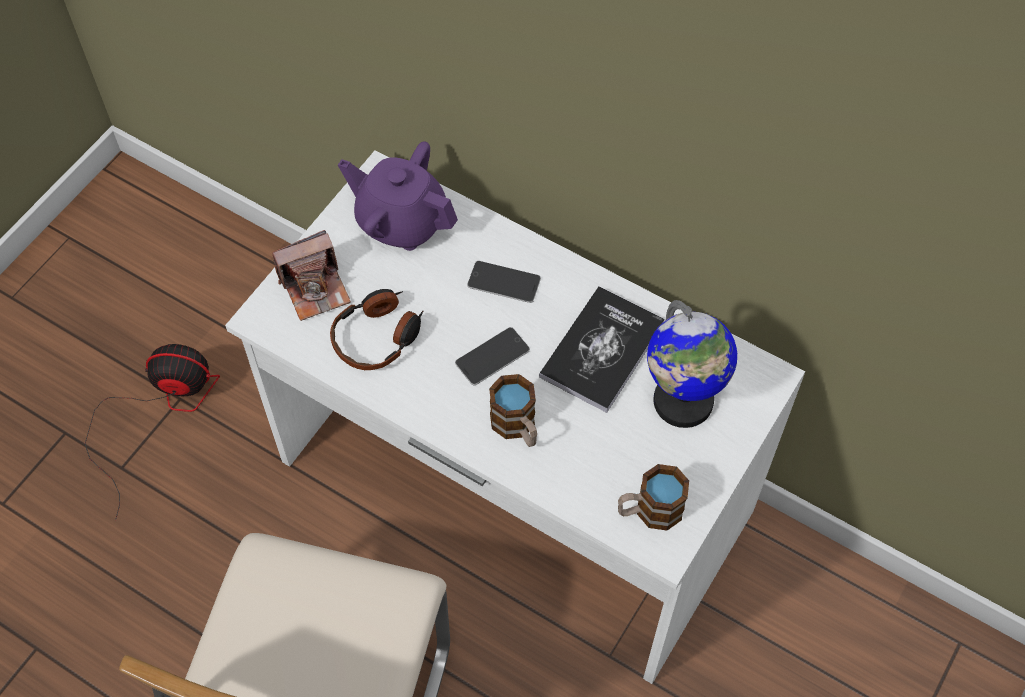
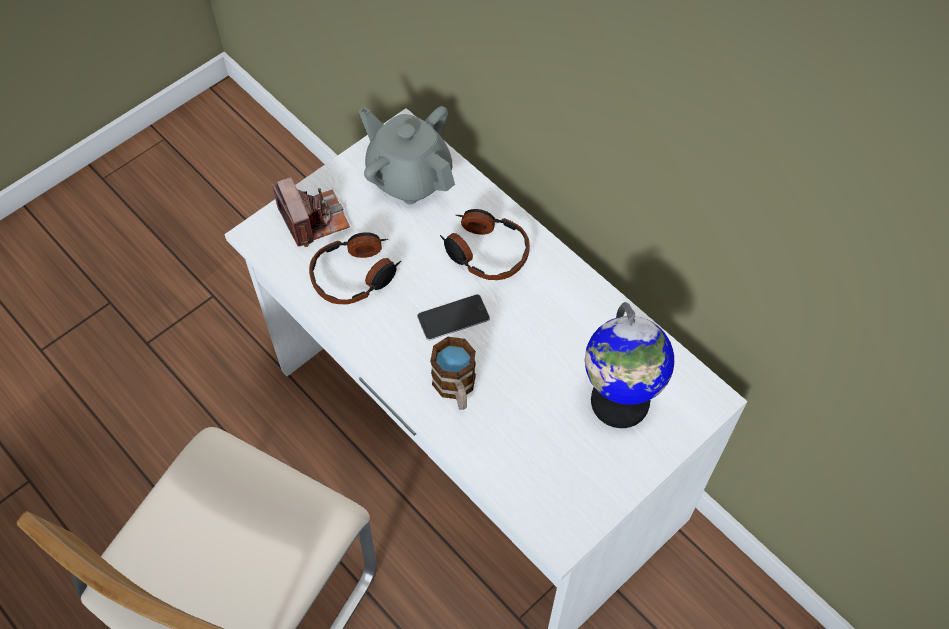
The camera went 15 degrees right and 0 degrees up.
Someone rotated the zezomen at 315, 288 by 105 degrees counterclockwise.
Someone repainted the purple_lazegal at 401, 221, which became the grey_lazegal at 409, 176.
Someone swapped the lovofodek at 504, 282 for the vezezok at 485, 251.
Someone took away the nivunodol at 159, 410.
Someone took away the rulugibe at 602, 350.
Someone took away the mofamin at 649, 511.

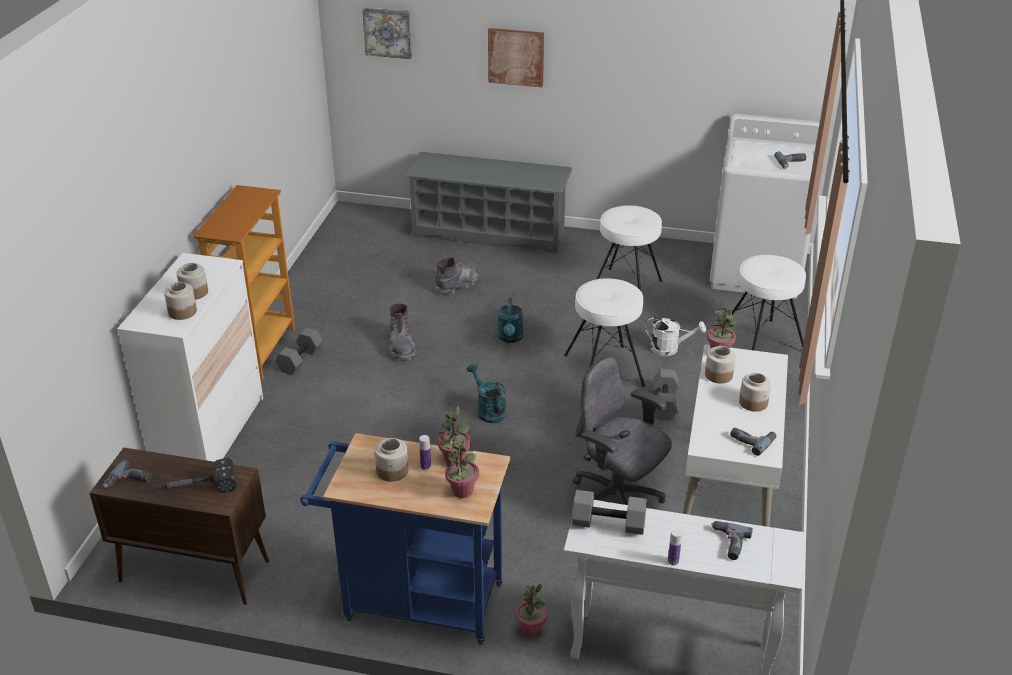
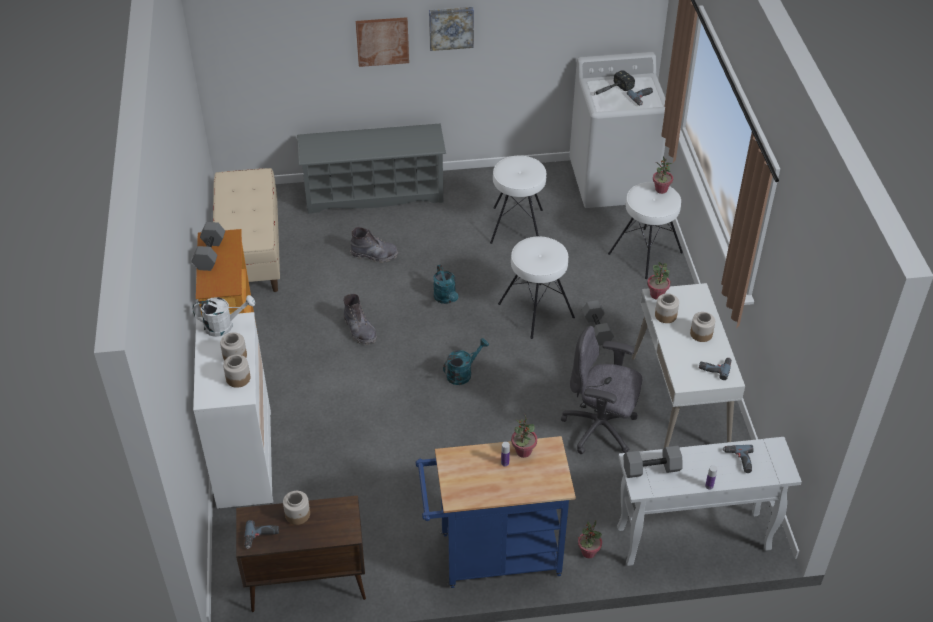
The camera went 20 degrees left and 10 degrees up.
Someone carried the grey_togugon from 300, 359 to 209, 253.
Someone carried the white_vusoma from 670, 349 to 224, 326.
Someone put down the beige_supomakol at 250, 253.
Someone carried the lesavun from 392, 471 to 298, 514.
Someone rotated the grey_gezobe at 457, 284 by 75 degrees clockwise.
Someone carried the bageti from 388, 32 to 451, 27.
Someone rotated the turquoise_vusoma at 488, 410 by 105 degrees clockwise.
Someone carried the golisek from 199, 487 to 611, 91.
Someone carried the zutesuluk from 462, 491 to 661, 189.

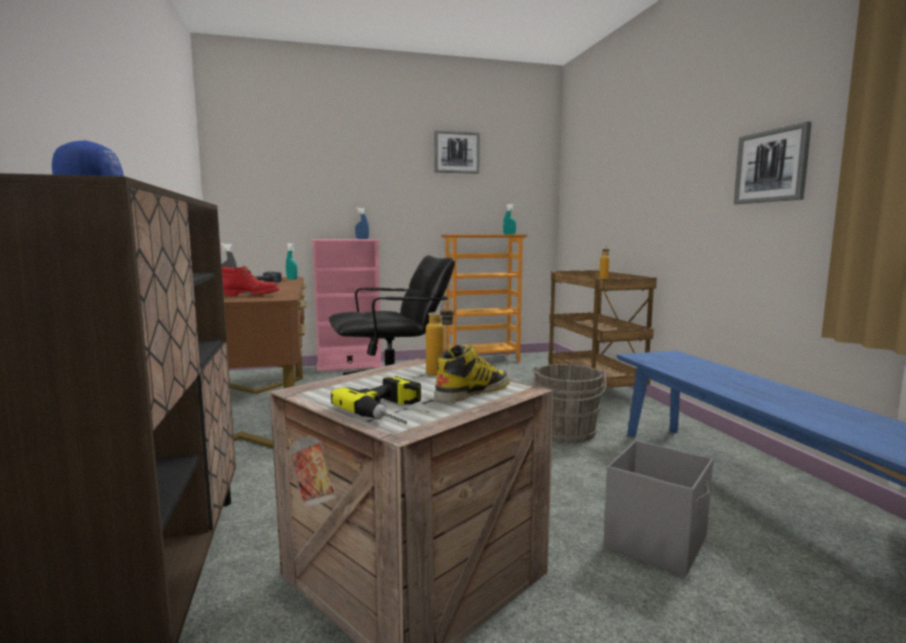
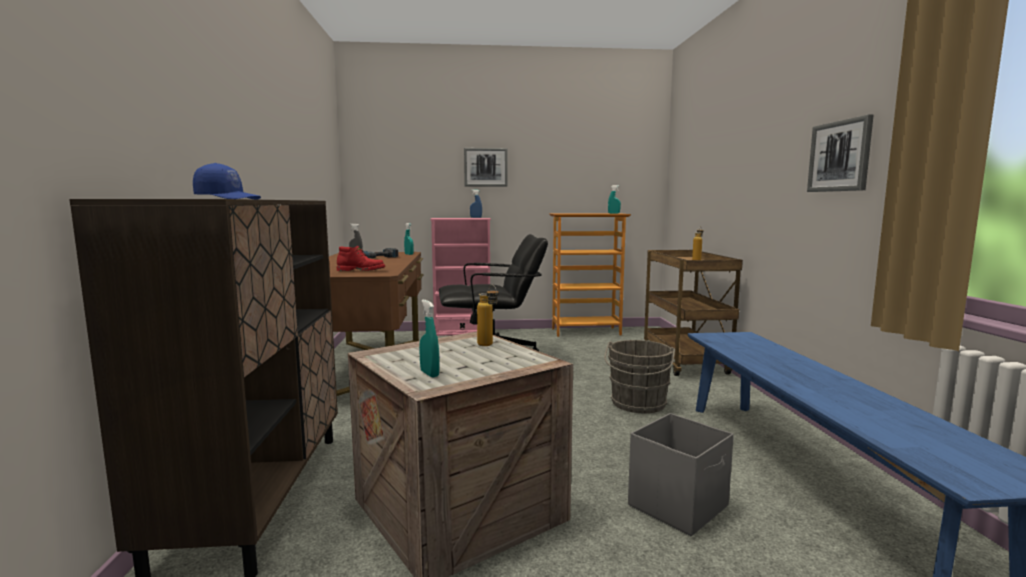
The camera went 10 degrees right and 0 degrees up.
Someone swapped the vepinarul at 393, 411 for the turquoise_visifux at 429, 374.
Someone carried the bageti from 456, 152 to 485, 167.
Someone took away the gezobe at 473, 392.

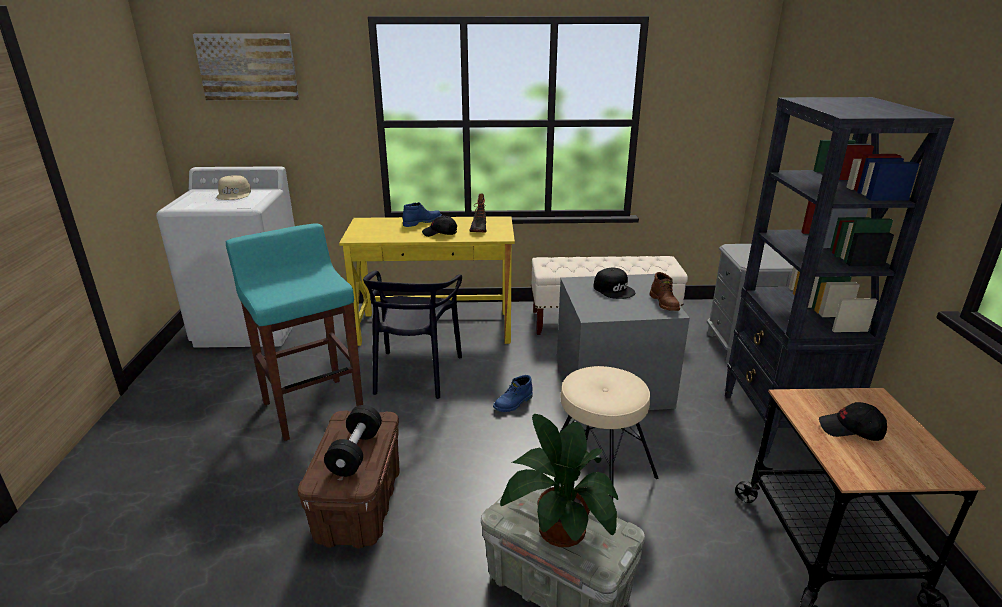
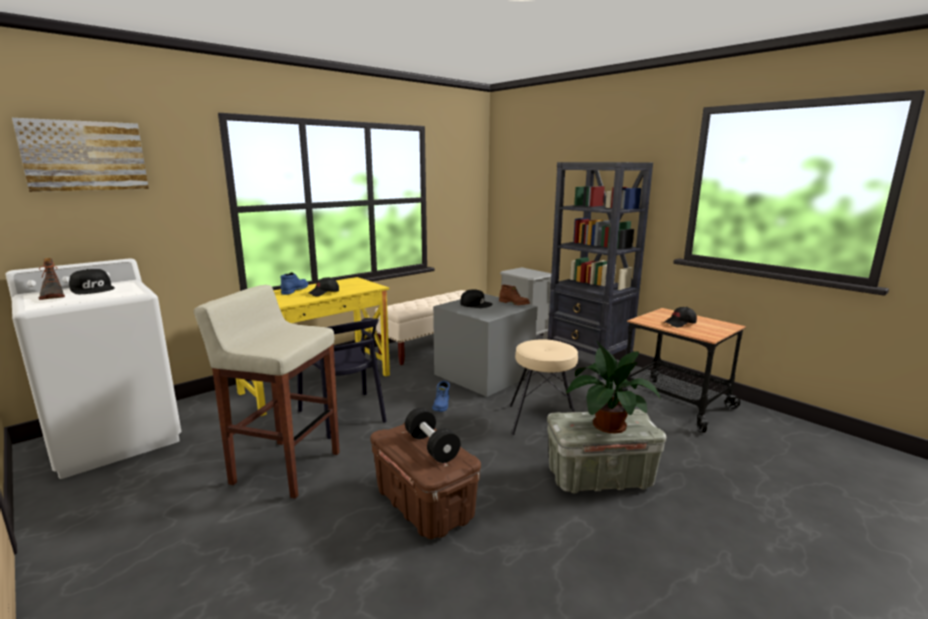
The camera went 40 degrees left and 10 degrees down.
Someone carried the gezobe from 478, 228 to 52, 296.
Someone repainted the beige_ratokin at 234, 194, which became the black_ratokin at 93, 289.
Someone repainted the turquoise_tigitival at 312, 407, which became the beige_tigitival at 285, 467.

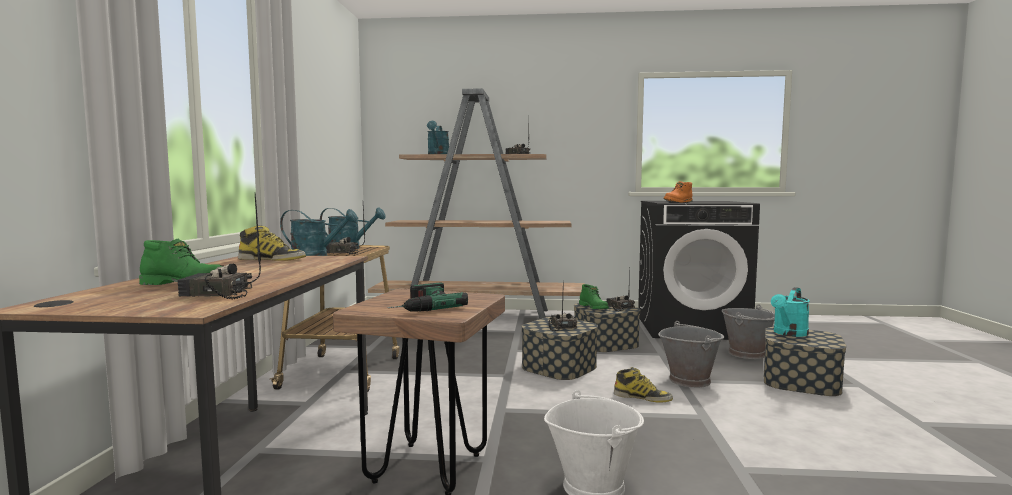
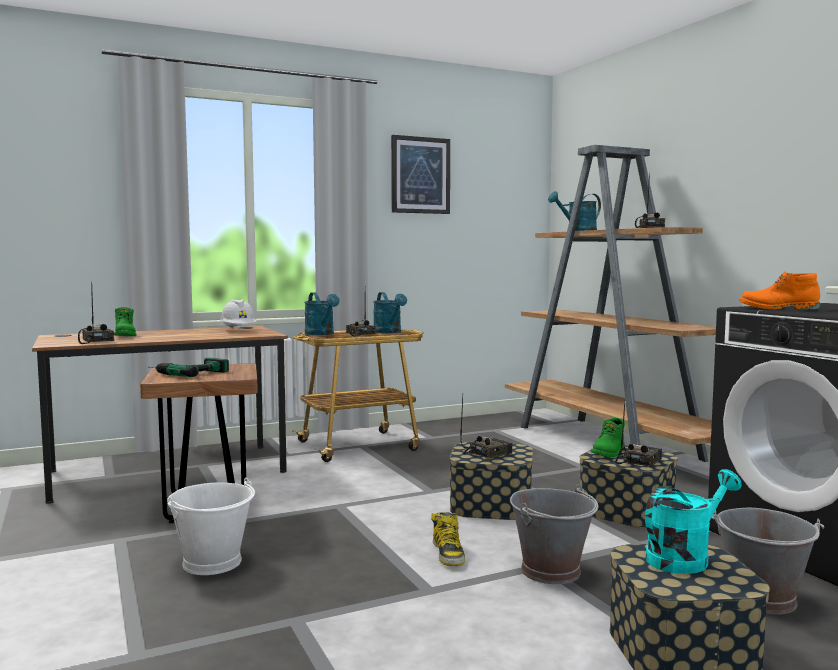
The camera went 60 degrees right and 0 degrees up.
Someone swapped the gezobe at 272, 259 for the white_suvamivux at 238, 330.
Someone put up the bageti at 420, 175.
Someone rotated the turquoise_vusoma at 788, 333 by 135 degrees clockwise.

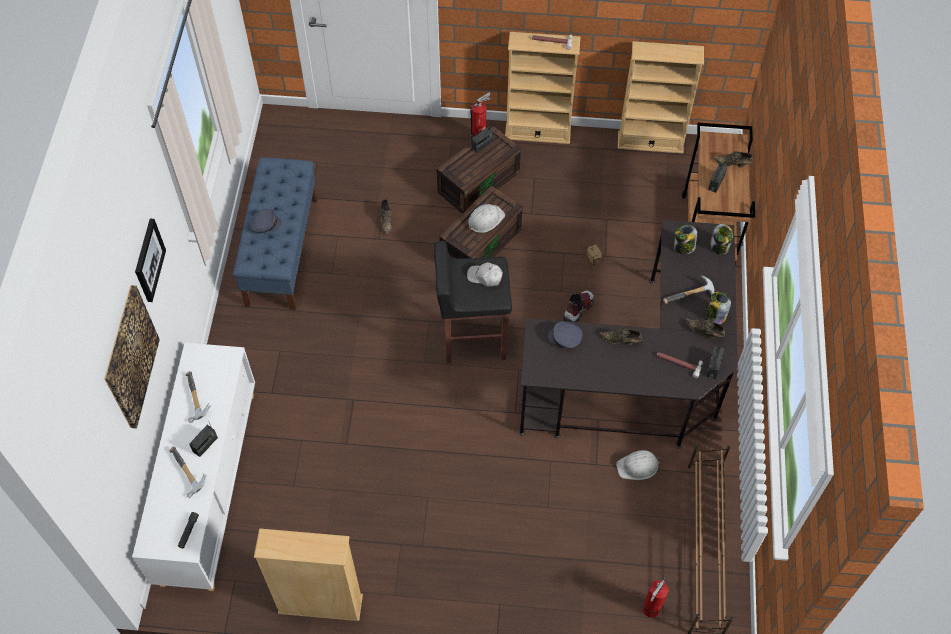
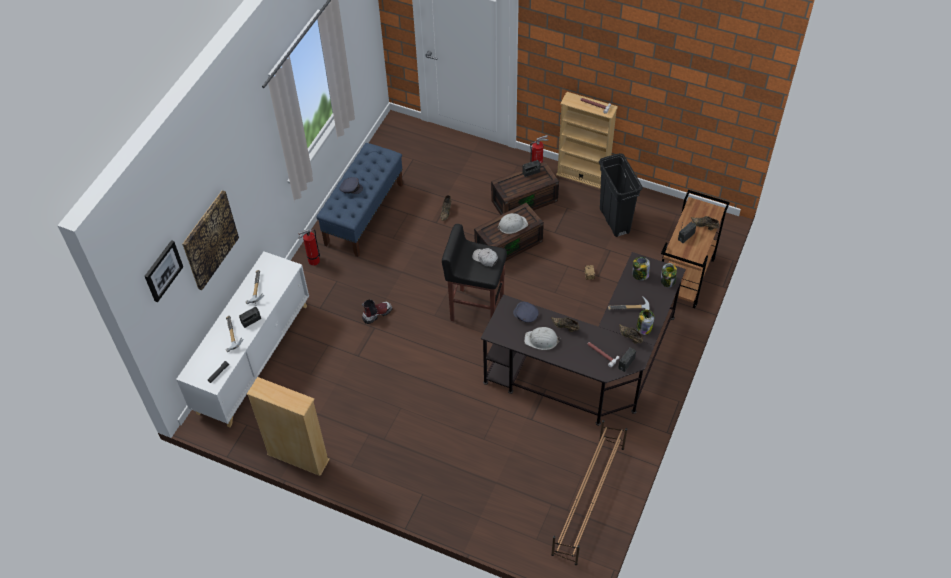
The camera went 20 degrees right and 5 degrees down.
Someone carried the bageti from 148, 260 to 162, 270.
Someone carried the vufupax from 650, 611 to 312, 261.
Someone carried the gezobe from 578, 309 to 377, 314.
Someone carried the white_suvamivux from 638, 466 to 541, 340.
Someone put down the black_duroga at 614, 221.
Someone took away the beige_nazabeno at 650, 142.

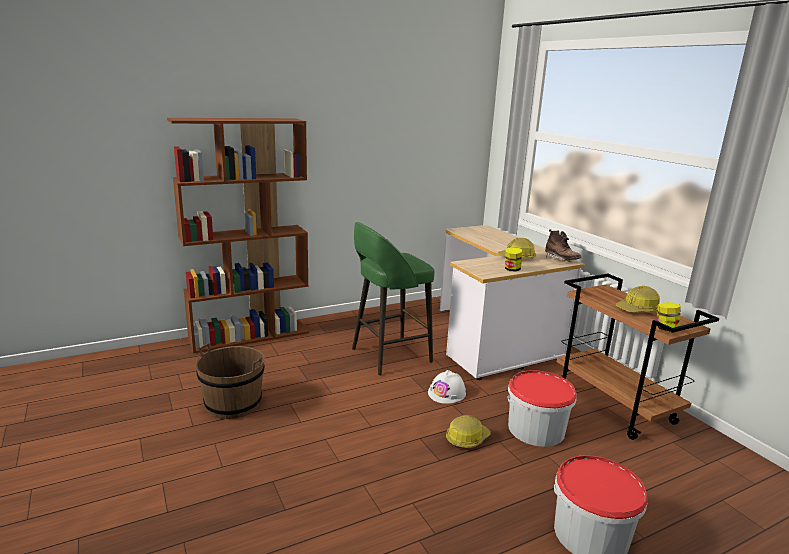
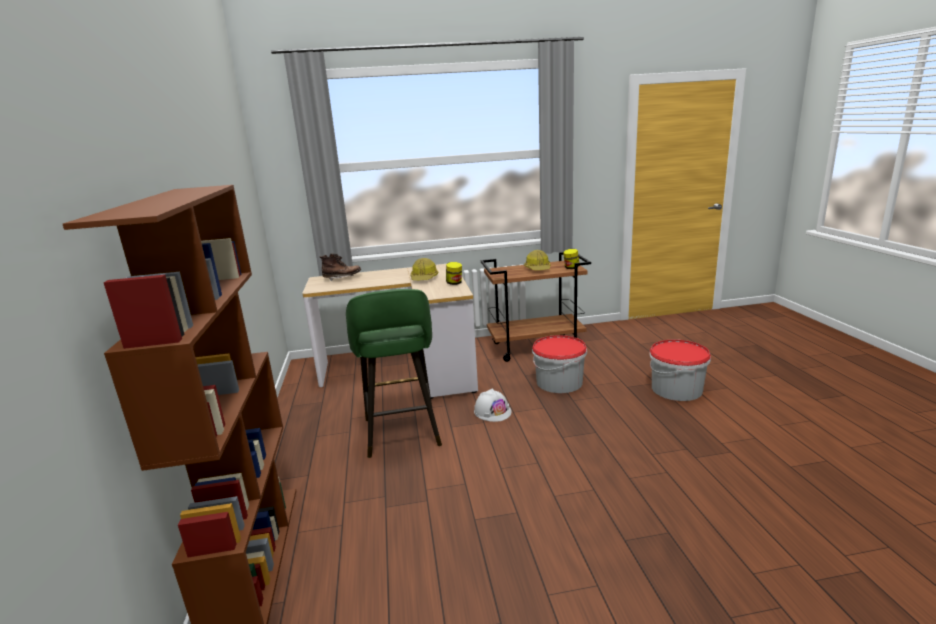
The camera went 70 degrees left and 0 degrees up.
Someone carried the brown_gezobe from 561, 260 to 342, 278.
Someone took away the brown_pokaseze at 233, 404.
Someone took away the suvamivux at 467, 439.

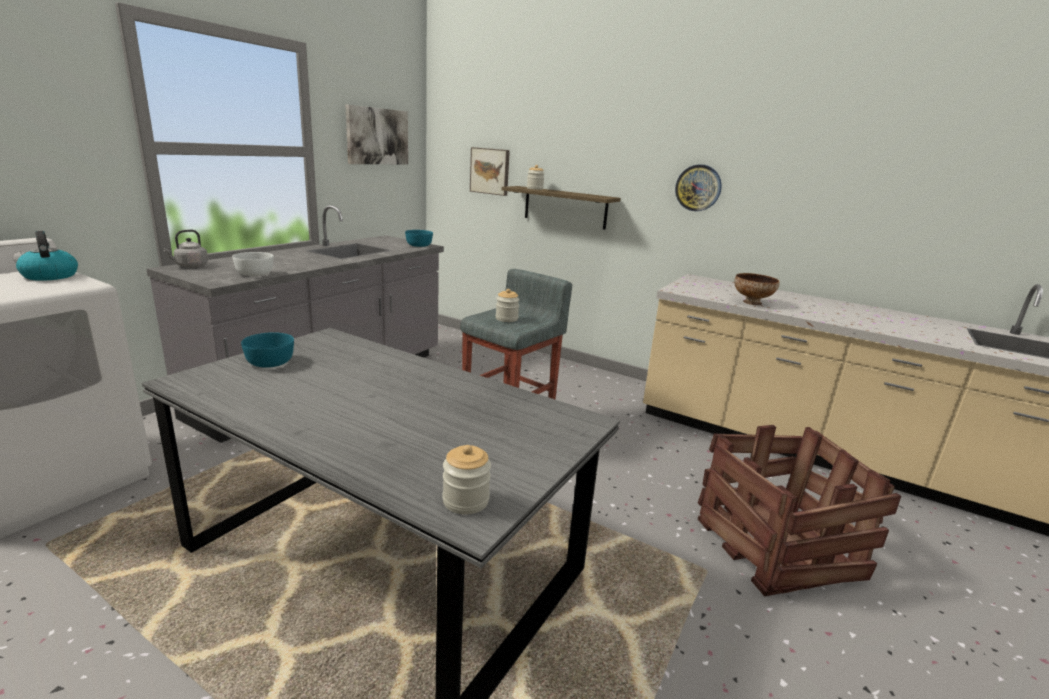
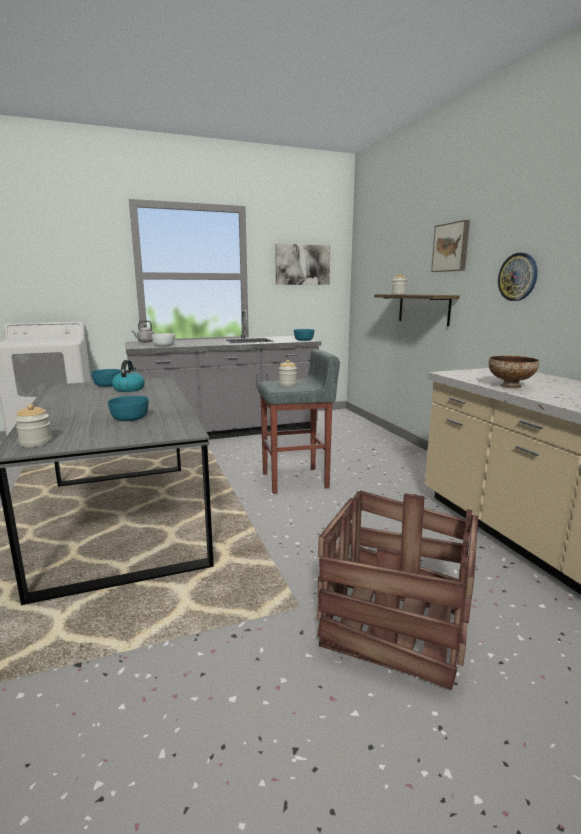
The camera went 40 degrees right and 5 degrees down.
Someone put down the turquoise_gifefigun at 129, 418.
Someone carried the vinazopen from 50, 276 to 129, 389.
Someone carried the bageti from 490, 171 to 451, 247.

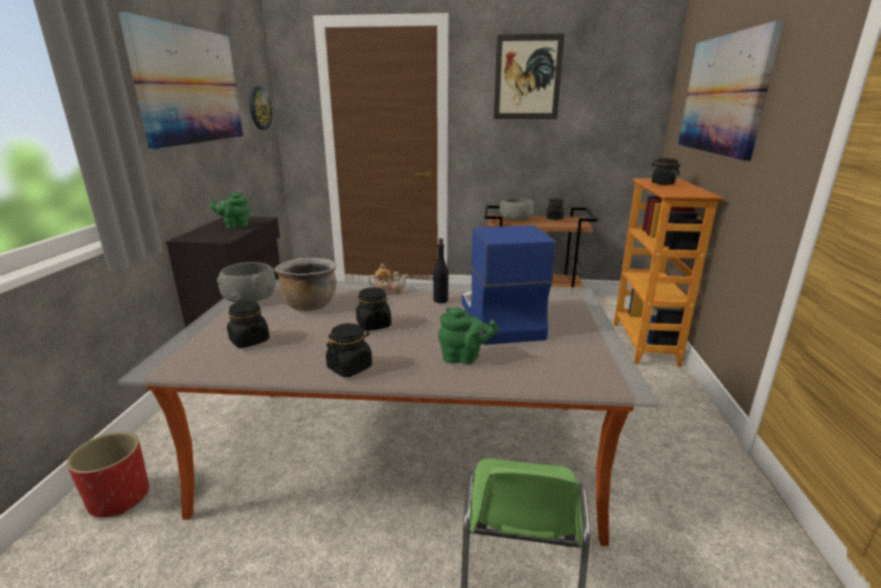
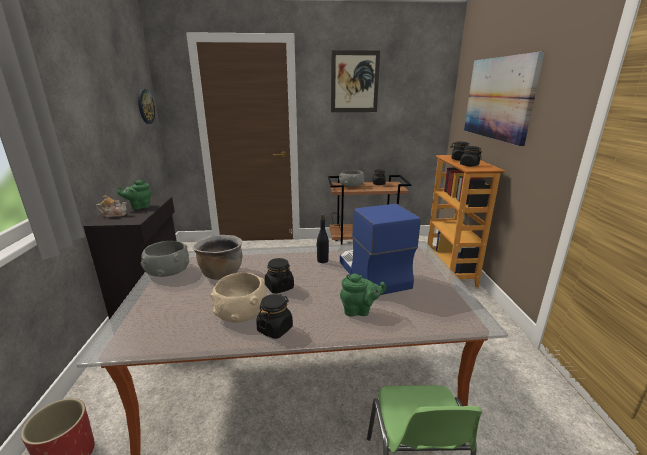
The camera went 10 degrees left and 0 degrees up.
Someone carried the lazegal from 388, 291 to 114, 214.
Someone put down the beige_gifefigun at 242, 311.
Someone carried the black_lesavun from 249, 340 to 469, 165.
Someone took away the bageti at 189, 86.

